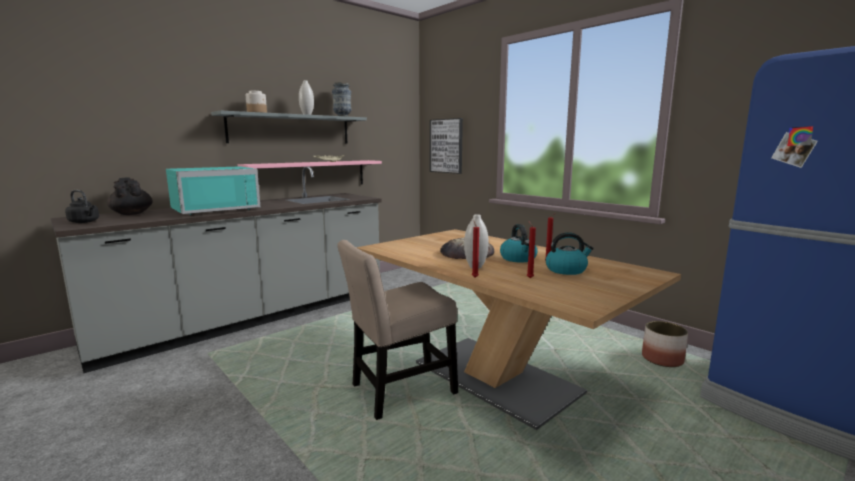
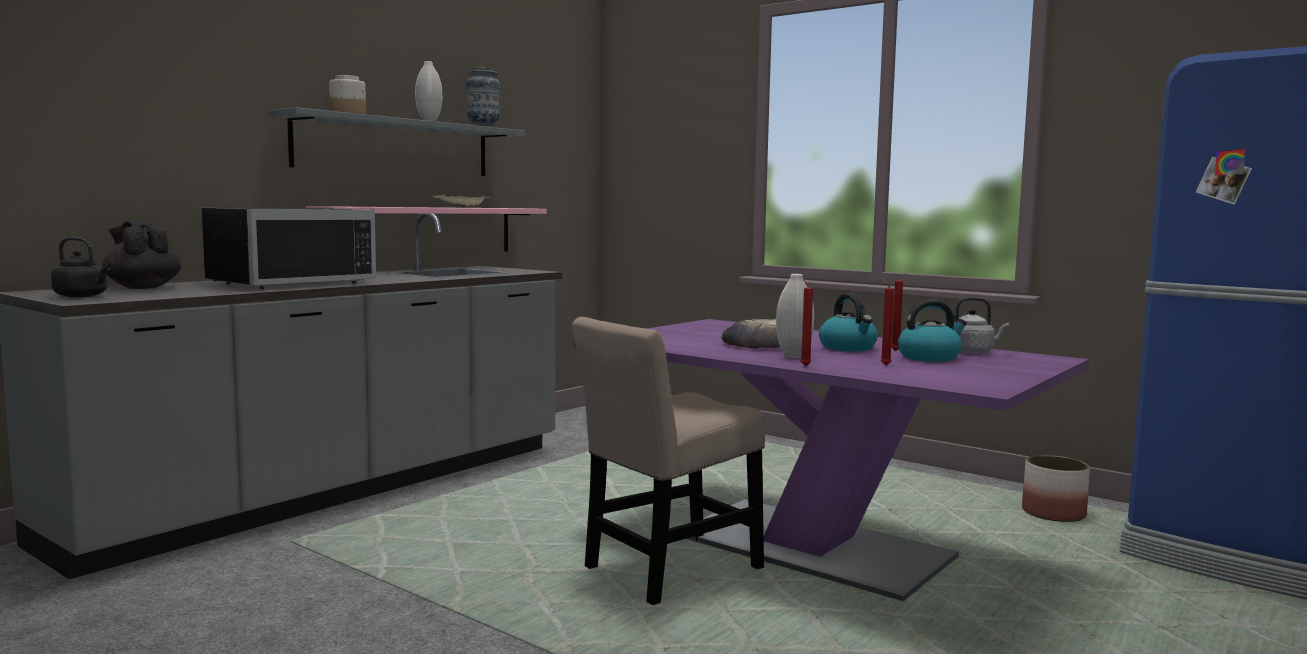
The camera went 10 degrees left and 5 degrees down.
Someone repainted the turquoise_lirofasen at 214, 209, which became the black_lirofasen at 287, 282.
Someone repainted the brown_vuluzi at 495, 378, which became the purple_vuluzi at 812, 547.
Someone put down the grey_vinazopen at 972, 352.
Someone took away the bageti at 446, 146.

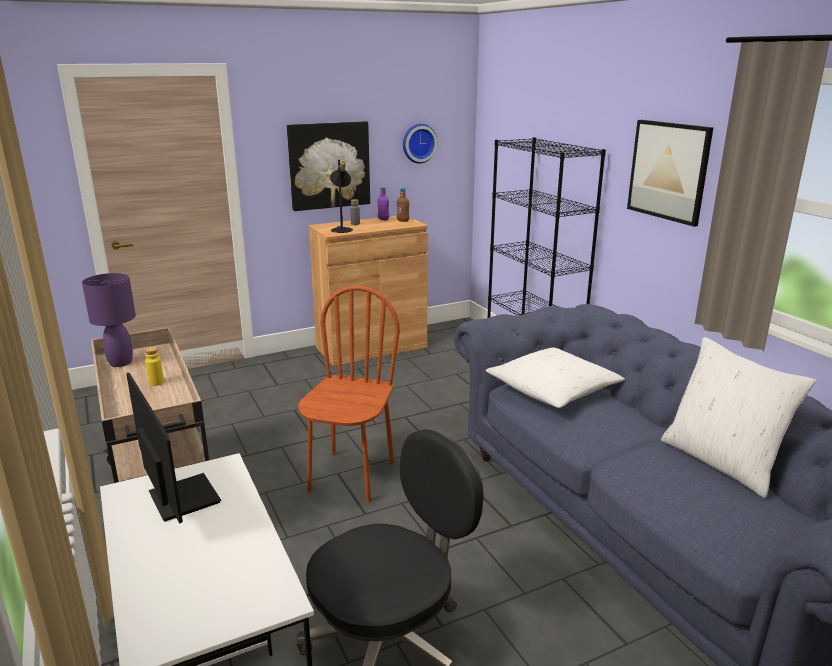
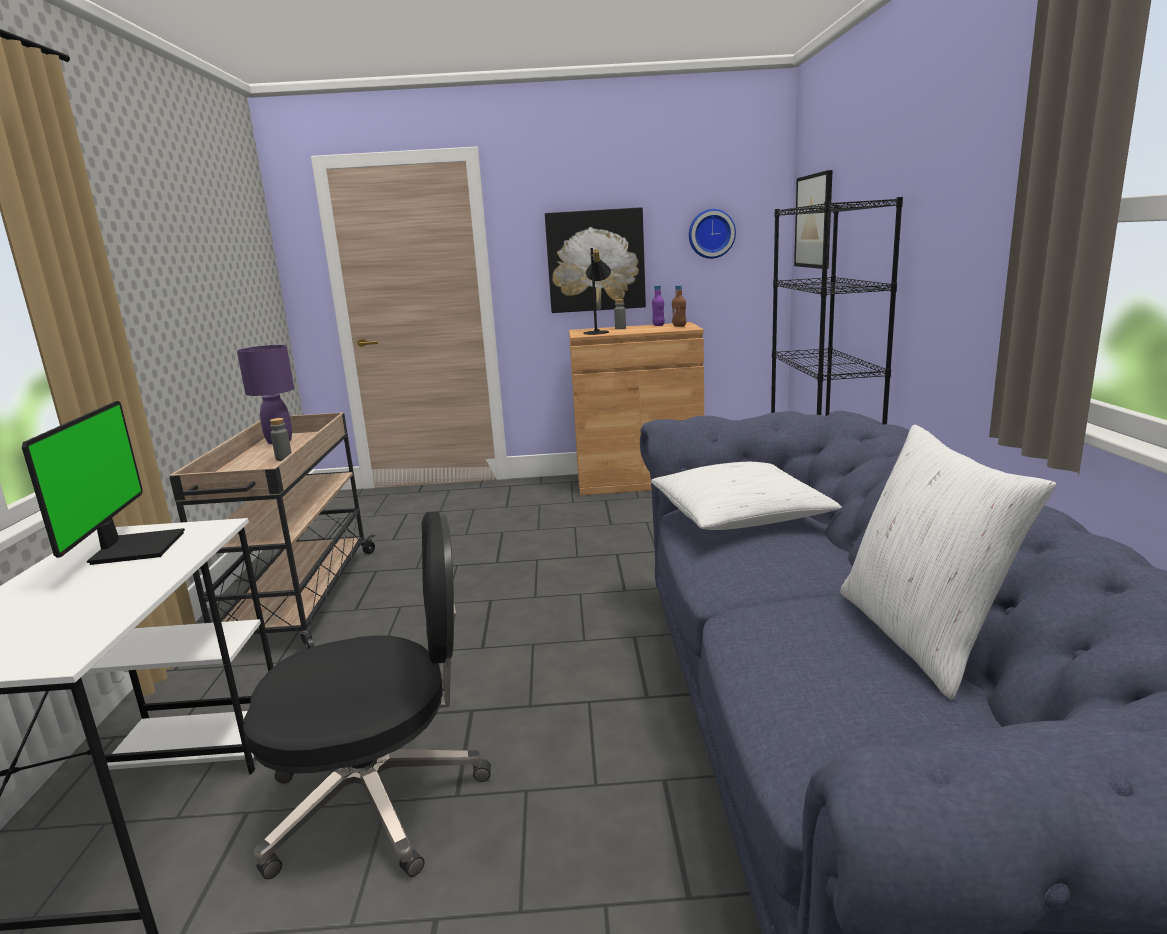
The camera went 25 degrees right and 5 degrees down.
Someone repainted the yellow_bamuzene at 156, 382, which became the grey_bamuzene at 284, 458.
Someone carried the bageti from 668, 171 to 814, 221.
Someone took away the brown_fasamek at 351, 476.

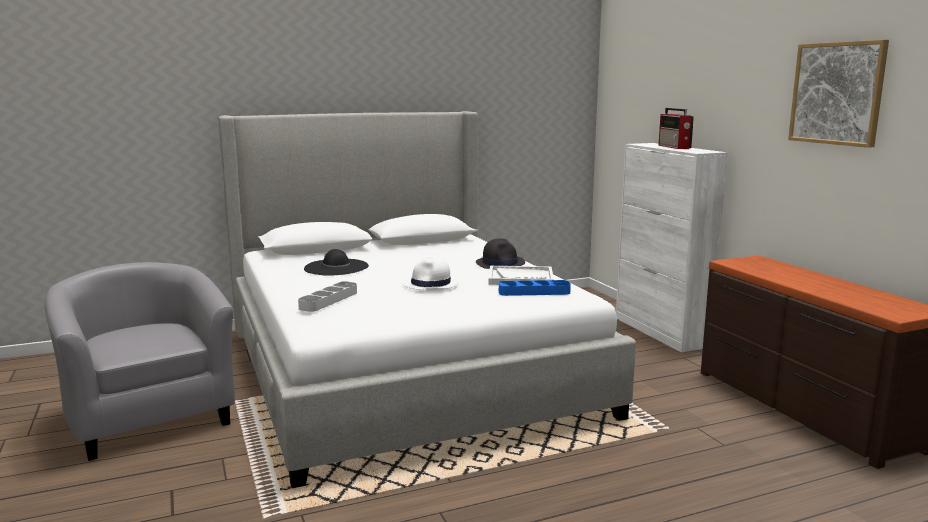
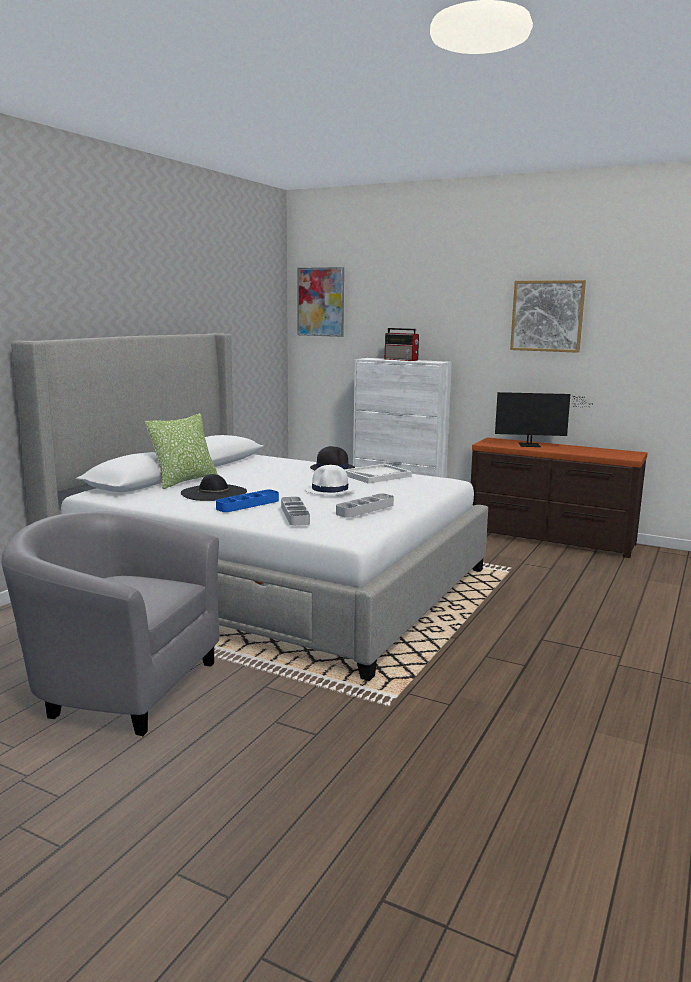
The camera went 40 degrees left and 0 degrees up.
Someone put down the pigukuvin at 184, 481.
Someone carried the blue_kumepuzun from 534, 292 to 248, 504.
Someone put up the bageti at 321, 302.
Someone put down the grey_kumepuzun at 365, 509.
Someone put down the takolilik at 533, 445.

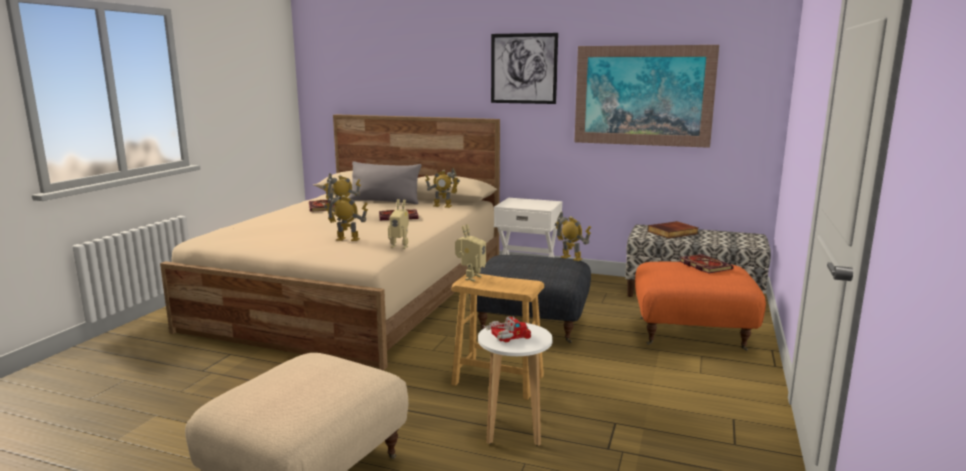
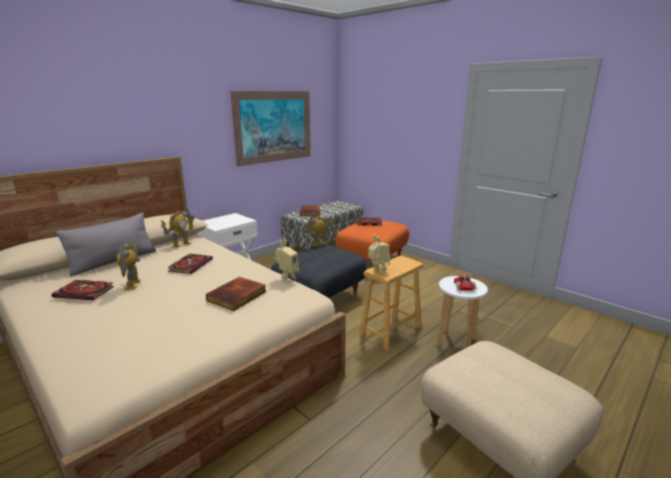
The camera went 65 degrees left and 5 degrees up.
Someone swapped the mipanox at 347, 239 for the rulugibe at 237, 296.
Someone took away the bageti at 523, 68.

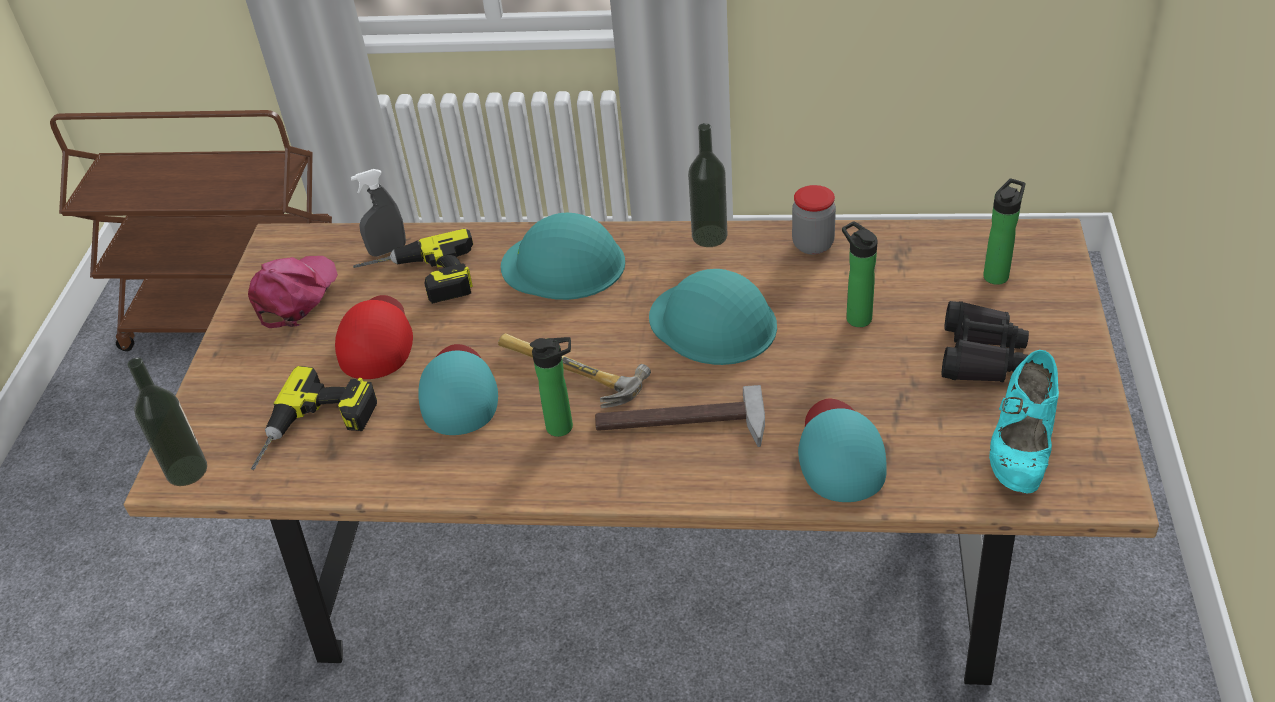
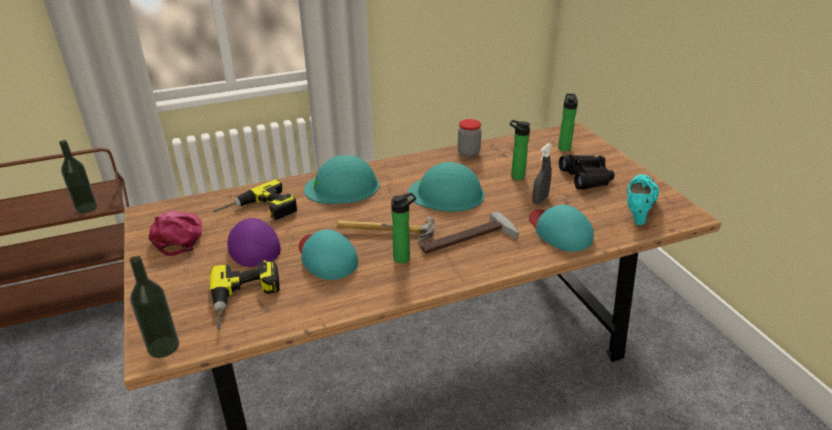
The camera went 30 degrees left and 10 degrees down.
Someone carried the bamuzene from 709, 236 to 86, 208.
Someone repainted the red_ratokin at 376, 340, which became the purple_ratokin at 252, 245.
Someone carried the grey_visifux from 388, 250 to 540, 200.
Someone rotated the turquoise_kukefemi at 1021, 448 by 150 degrees counterclockwise.

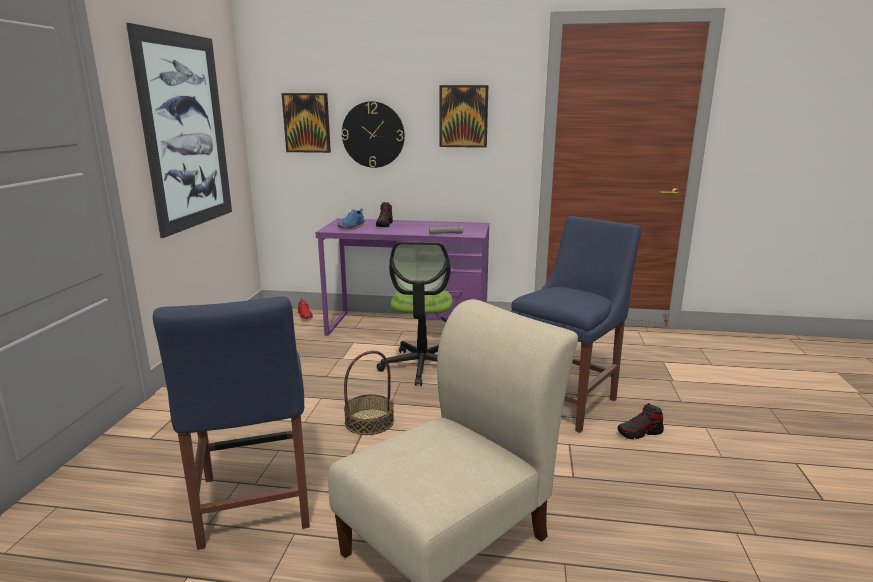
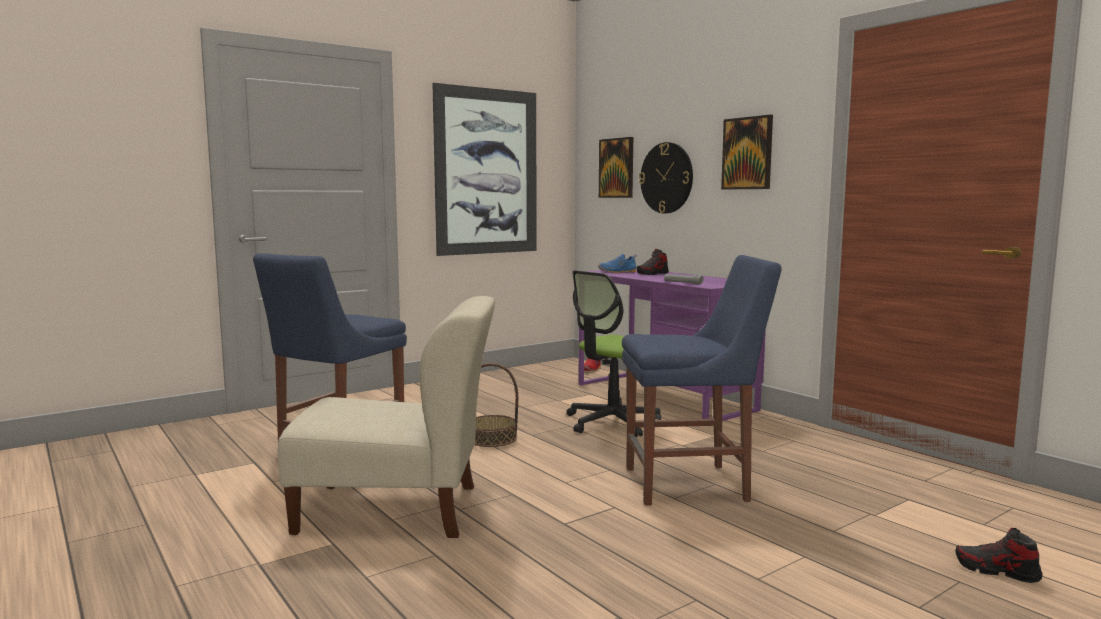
The camera went 45 degrees right and 10 degrees down.
Someone carried the kukefemi from 640, 433 to 997, 571.

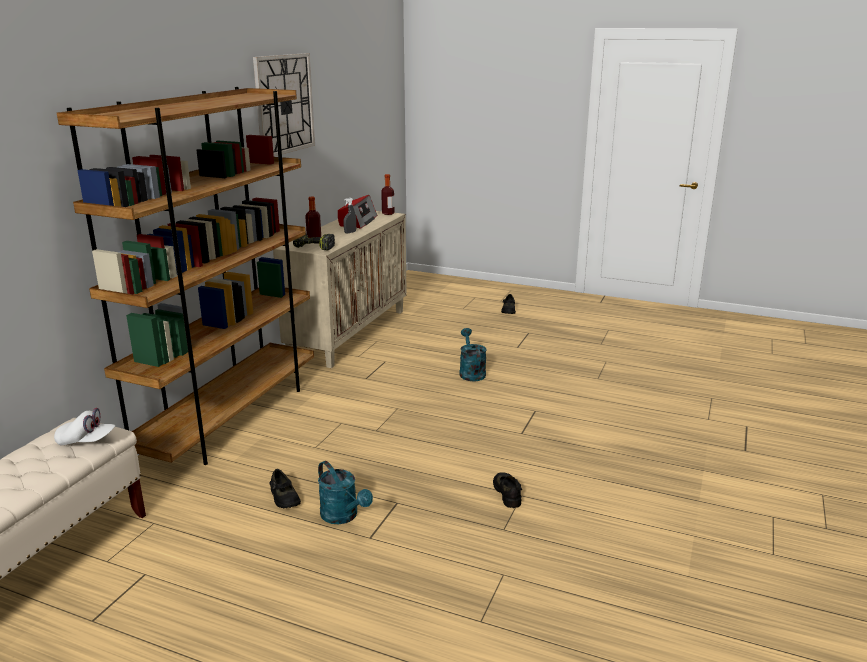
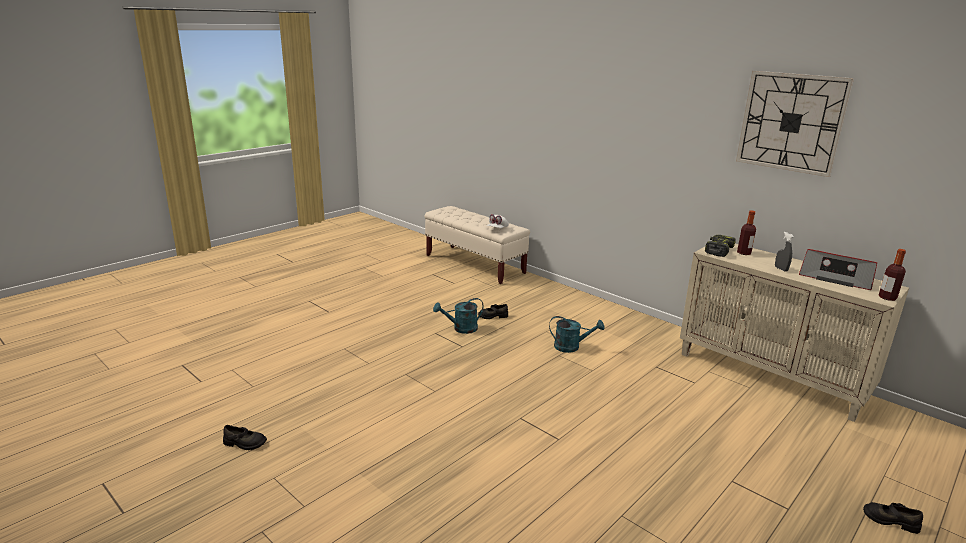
The camera went 110 degrees right and 0 degrees up.
Someone carried the black_kukefemi from 508, 493 to 244, 443.
Someone carried the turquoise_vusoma from 471, 372 to 571, 347.
Someone took away the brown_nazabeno at 230, 418.

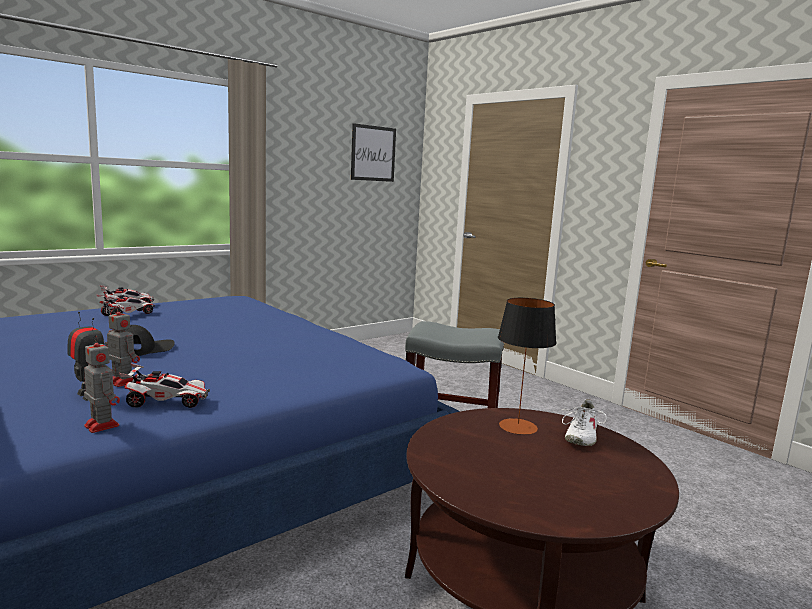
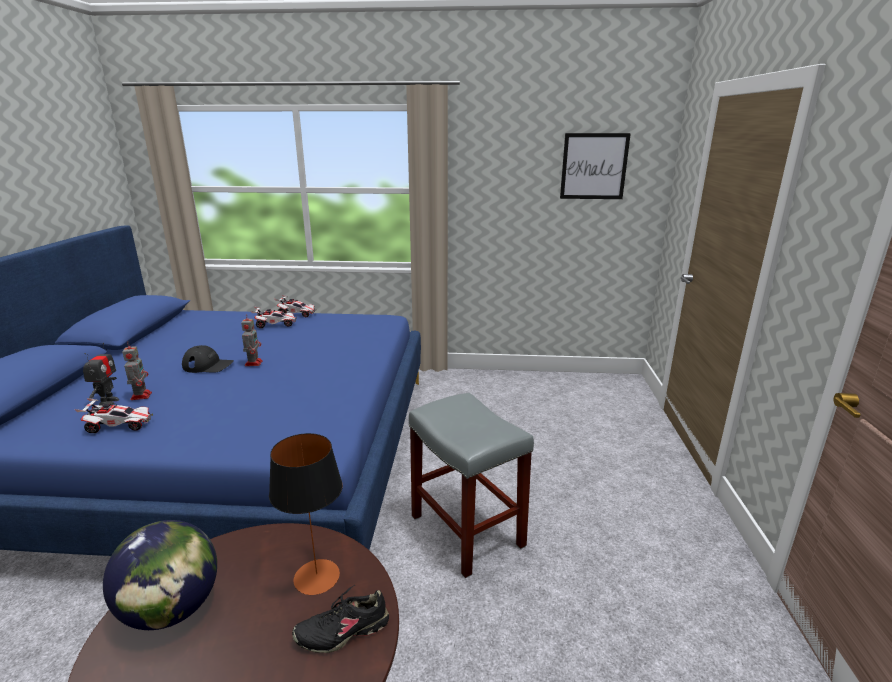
The camera went 45 degrees right and 10 degrees up.
Someone rotated the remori at 167, 402 by 45 degrees counterclockwise.
Someone put down the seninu at 172, 610.
Someone carried the mipanox from 101, 425 to 254, 363.
Someone repainted the white_kukefemi at 580, 436, which became the black_kukefemi at 343, 631.

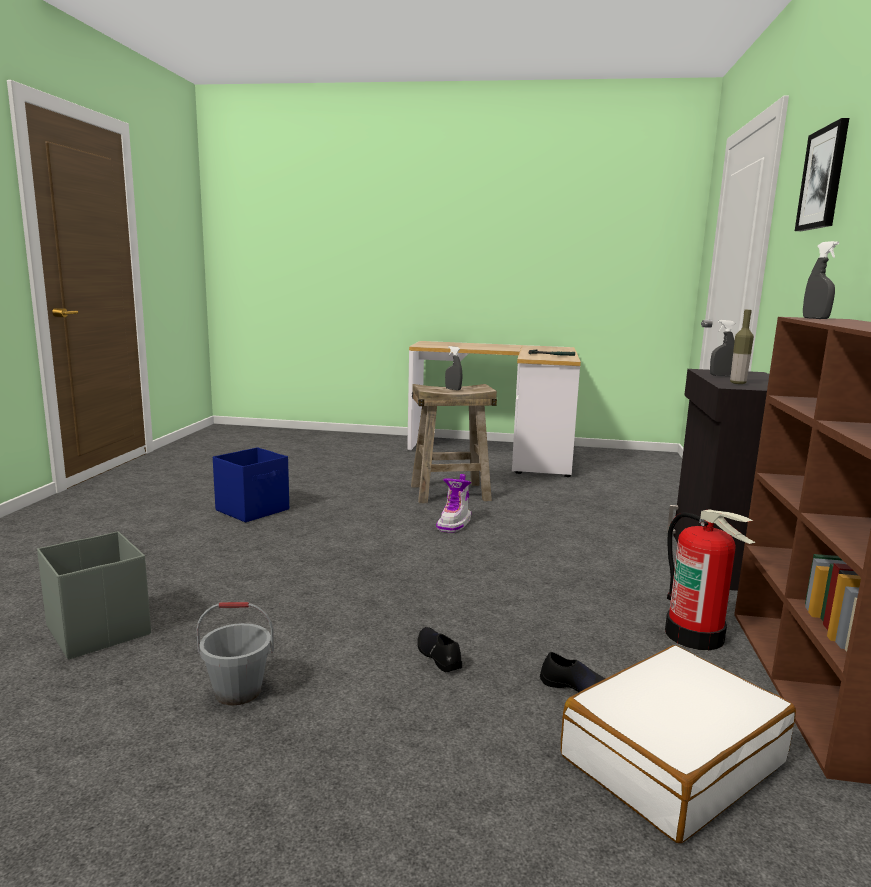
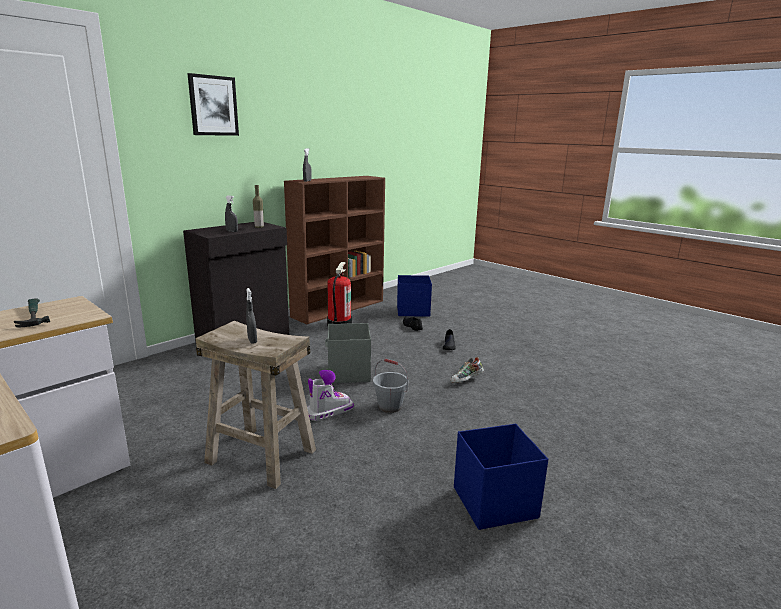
The camera went 145 degrees left and 5 degrees up.
Someone carried the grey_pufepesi from 99, 629 to 348, 373.
Someone carried the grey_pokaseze from 237, 692 to 390, 406.
Someone swapped the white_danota at 671, 759 for the blue_pufepesi at 413, 311.
Someone put down the kukefemi at 466, 381.

